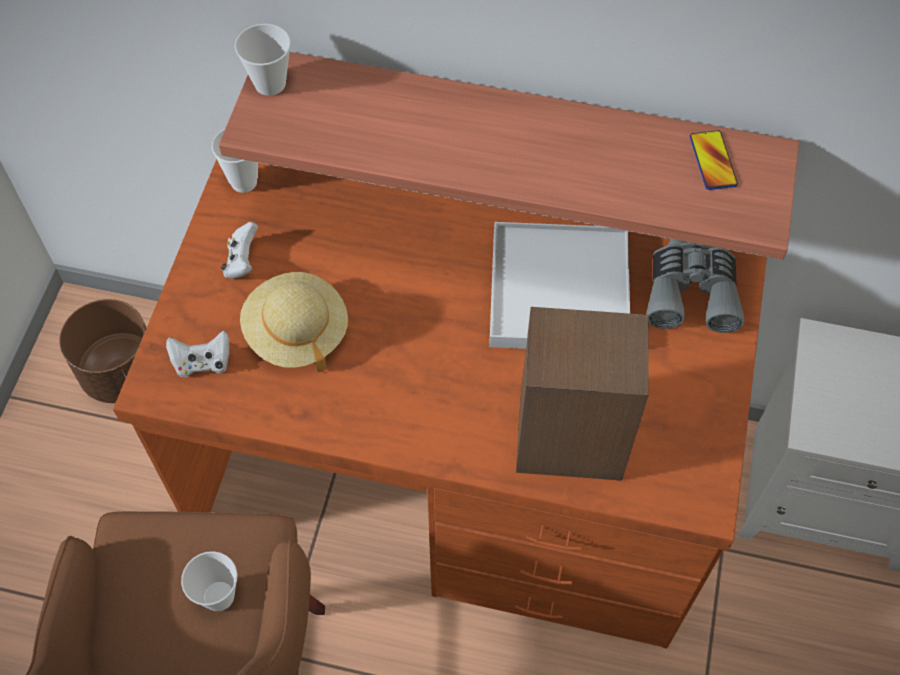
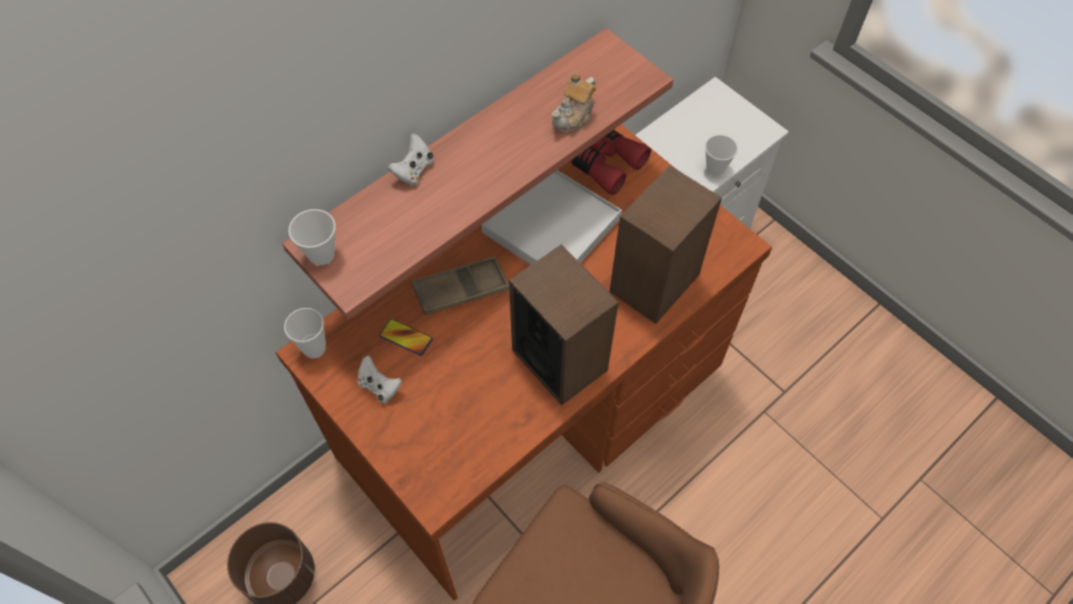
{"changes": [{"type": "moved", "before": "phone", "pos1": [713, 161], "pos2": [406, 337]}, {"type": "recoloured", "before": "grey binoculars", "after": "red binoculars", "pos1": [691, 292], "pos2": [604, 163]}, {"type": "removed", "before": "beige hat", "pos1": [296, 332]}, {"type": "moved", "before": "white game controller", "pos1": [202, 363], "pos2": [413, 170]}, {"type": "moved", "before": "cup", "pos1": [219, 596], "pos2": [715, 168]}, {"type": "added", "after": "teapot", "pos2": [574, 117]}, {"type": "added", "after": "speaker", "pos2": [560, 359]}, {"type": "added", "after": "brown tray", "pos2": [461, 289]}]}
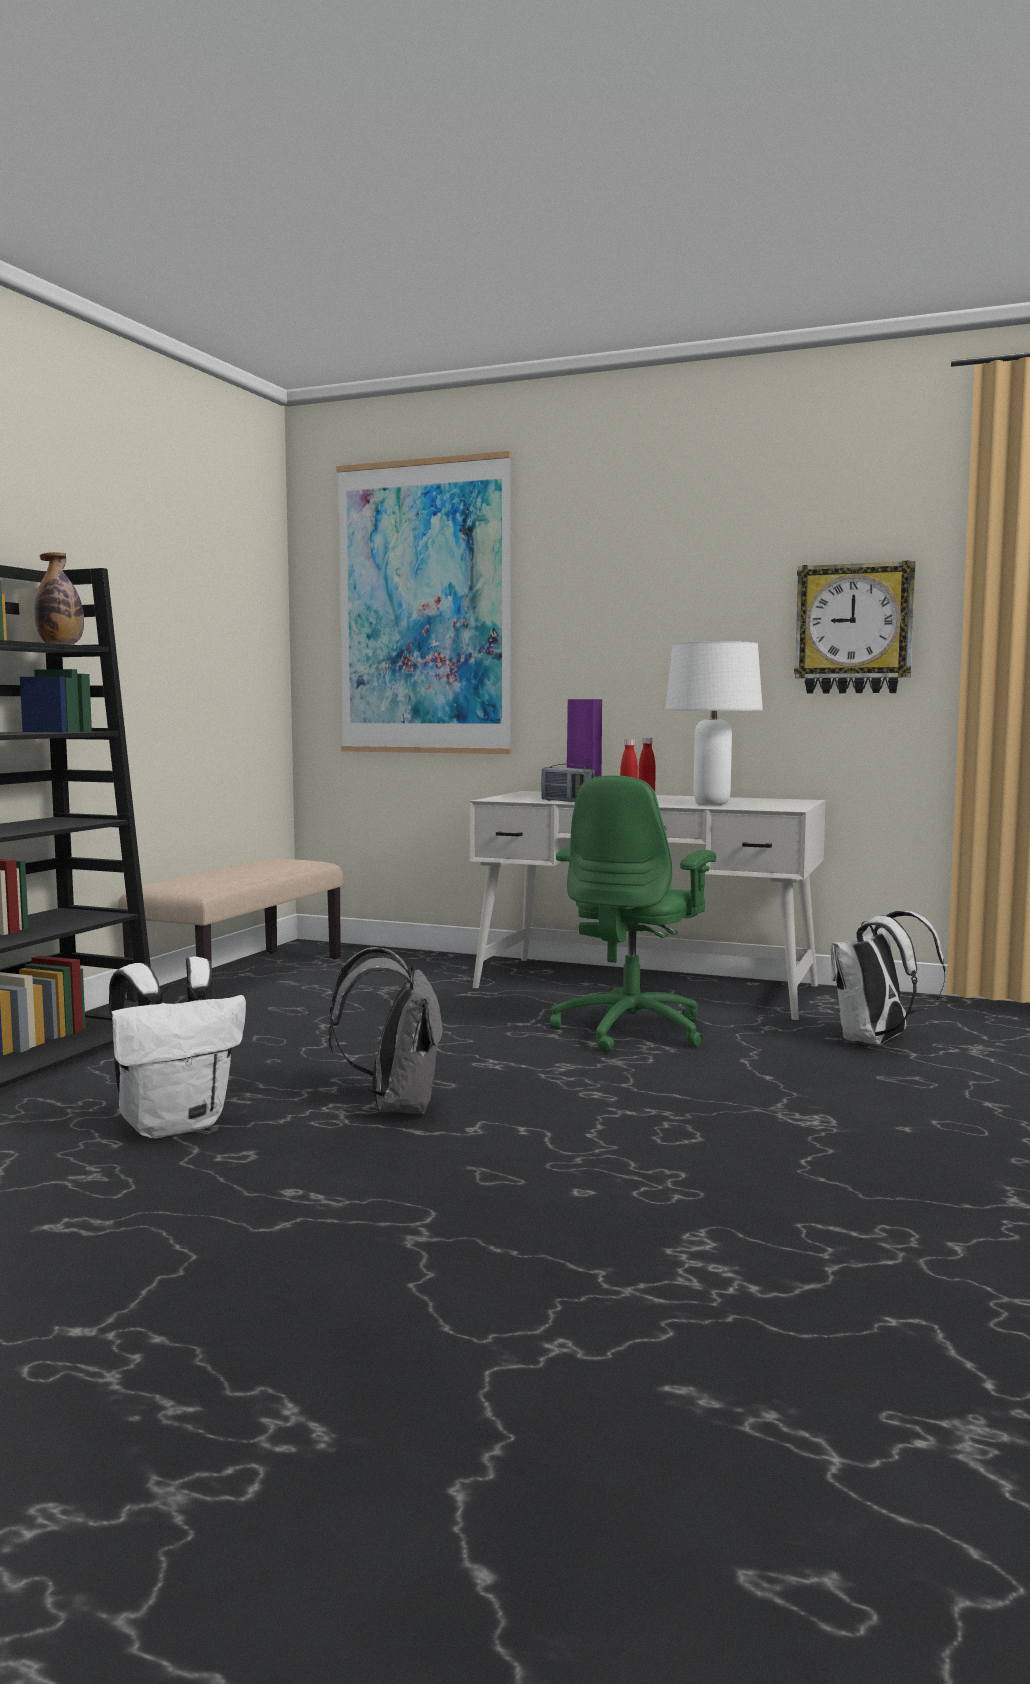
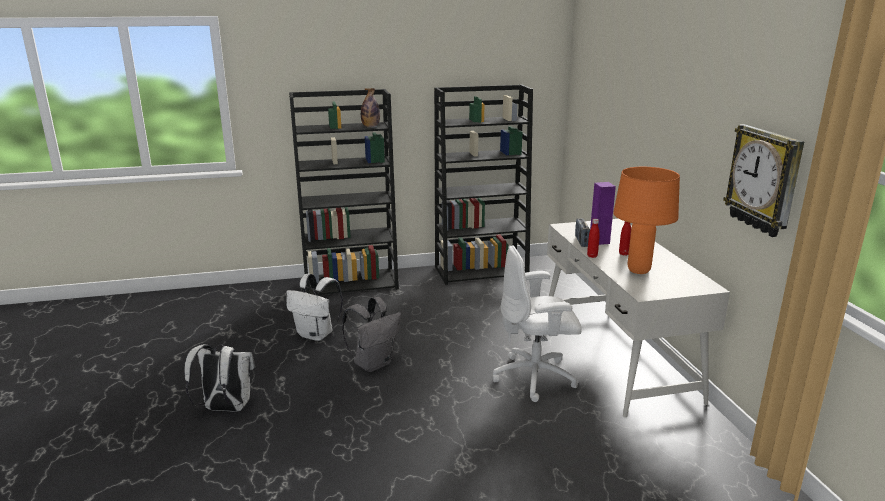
{"changes": [{"type": "removed", "before": "picture", "pos1": [424, 608]}, {"type": "recoloured", "before": "white table lamp", "after": "orange table lamp", "pos1": [711, 803], "pos2": [638, 270]}, {"type": "recoloured", "before": "green office chair", "after": "white office chair", "pos1": [632, 1030], "pos2": [536, 377]}, {"type": "replaced", "before": "beige bench", "after": "black bookcase", "pos1": [241, 978], "pos2": [482, 271]}, {"type": "moved", "before": "white backpack", "pos1": [876, 1041], "pos2": [225, 408]}]}
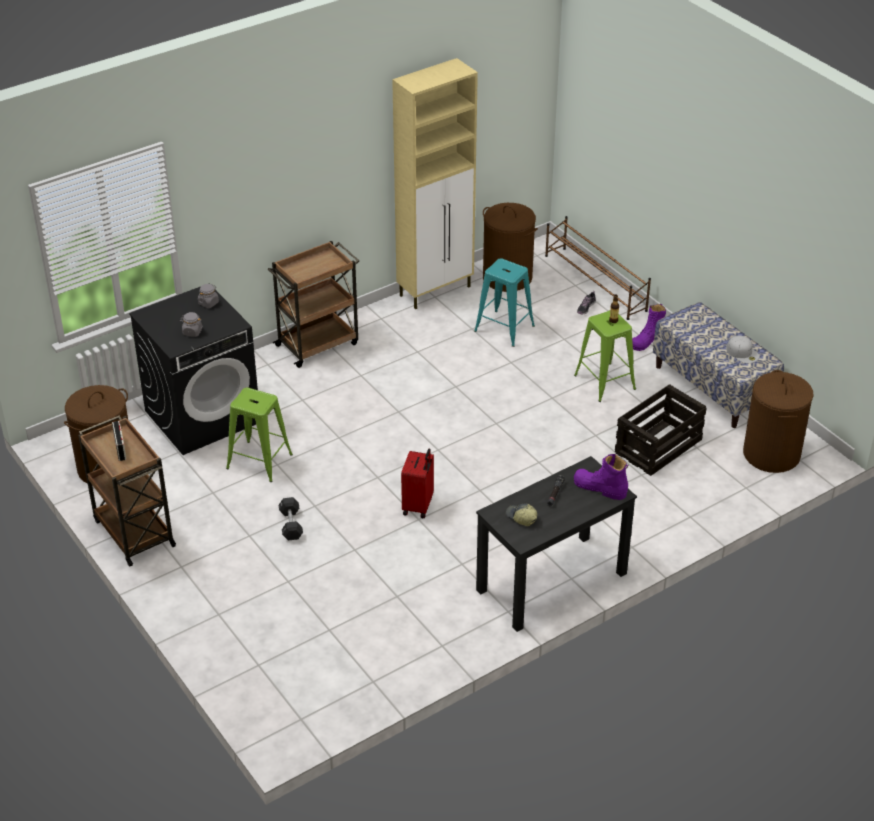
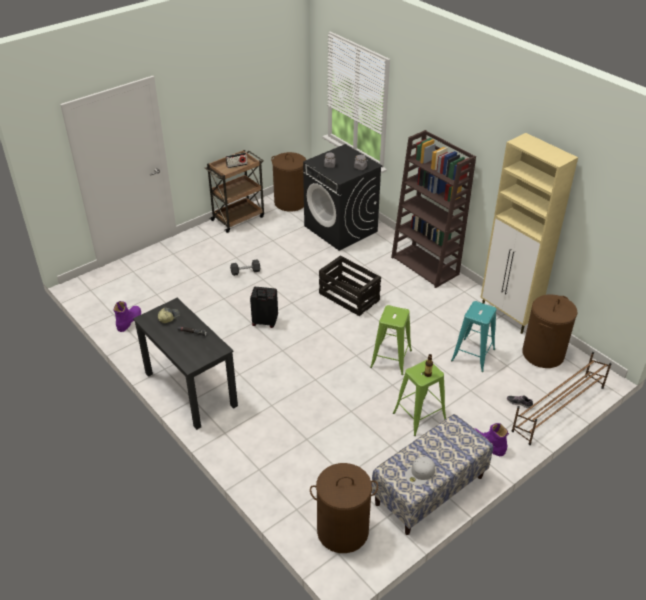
{"changes": [{"type": "replaced", "before": "brown cart", "after": "brown bookcase", "pos1": [318, 344], "pos2": [425, 266]}, {"type": "moved", "before": "crate", "pos1": [658, 446], "pos2": [349, 297]}, {"type": "moved", "before": "green stool", "pos1": [259, 461], "pos2": [391, 358]}, {"type": "recoloured", "before": "red suitcase", "after": "black suitcase", "pos1": [419, 506], "pos2": [264, 322]}, {"type": "moved", "before": "purple boot", "pos1": [600, 488], "pos2": [129, 321]}]}
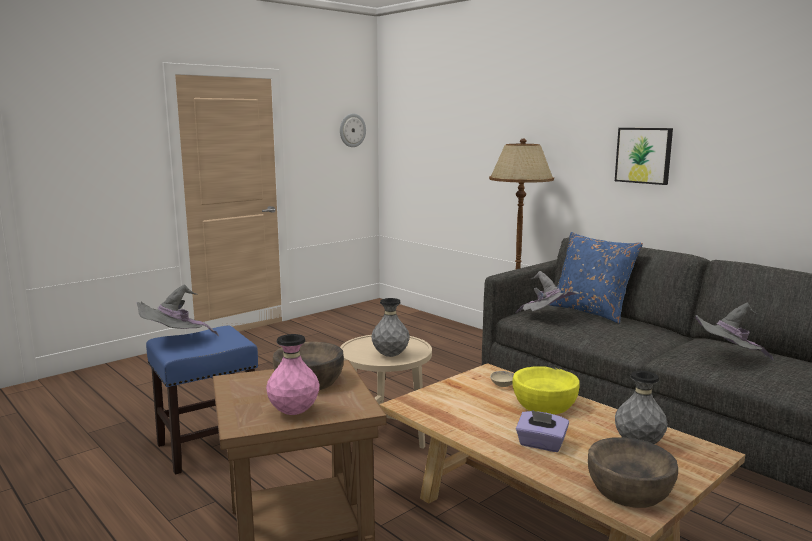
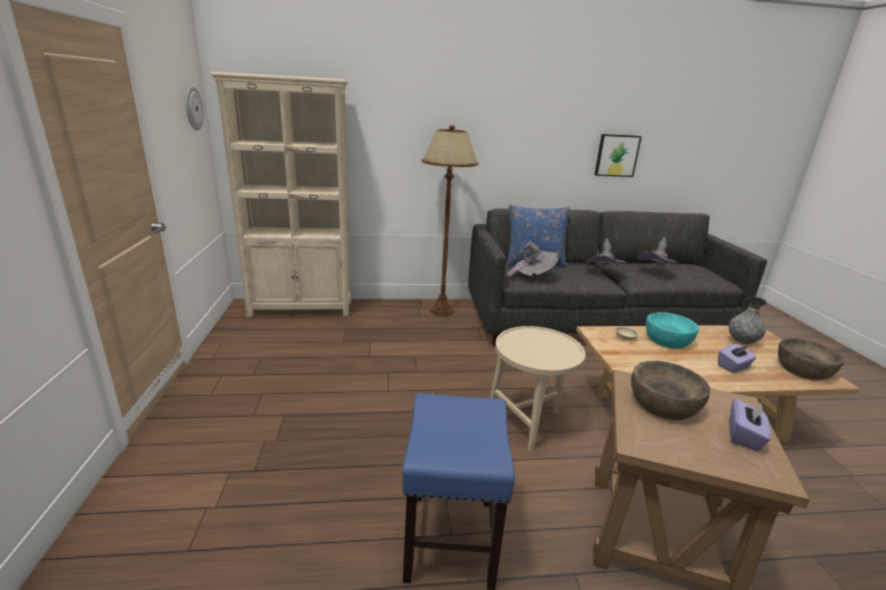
{"changes": [{"type": "moved", "before": "picture", "pos1": [644, 155], "pos2": [616, 155]}, {"type": "moved", "before": "grey hat", "pos1": [174, 340], "pos2": [601, 274]}, {"type": "removed", "before": "grey vase", "pos1": [390, 355]}, {"type": "replaced", "before": "pink vase", "after": "purple tissue box", "pos1": [294, 412], "pos2": [744, 436]}, {"type": "recoloured", "before": "yellow bowl", "after": "turquoise bowl", "pos1": [544, 404], "pos2": [667, 340]}, {"type": "added", "after": "beige bookcase", "pos2": [302, 309]}]}
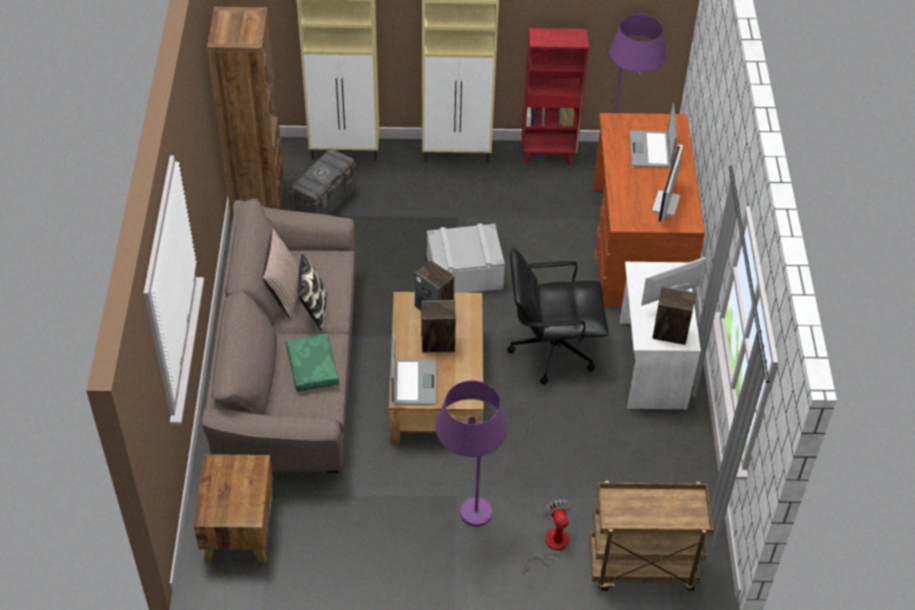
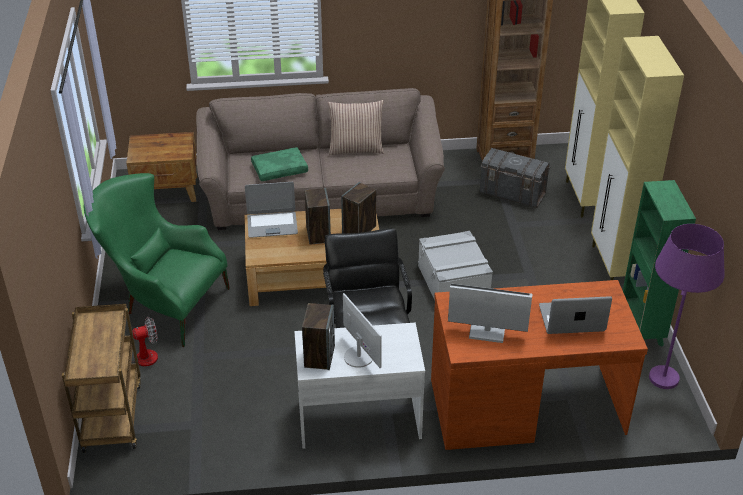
{"changes": [{"type": "recoloured", "before": "red bookcase", "after": "green bookcase", "pos1": [548, 155], "pos2": [640, 330]}, {"type": "removed", "before": "pillow", "pos1": [313, 309]}, {"type": "replaced", "before": "purple floor lamp", "after": "green armchair", "pos1": [467, 526], "pos2": [163, 303]}]}
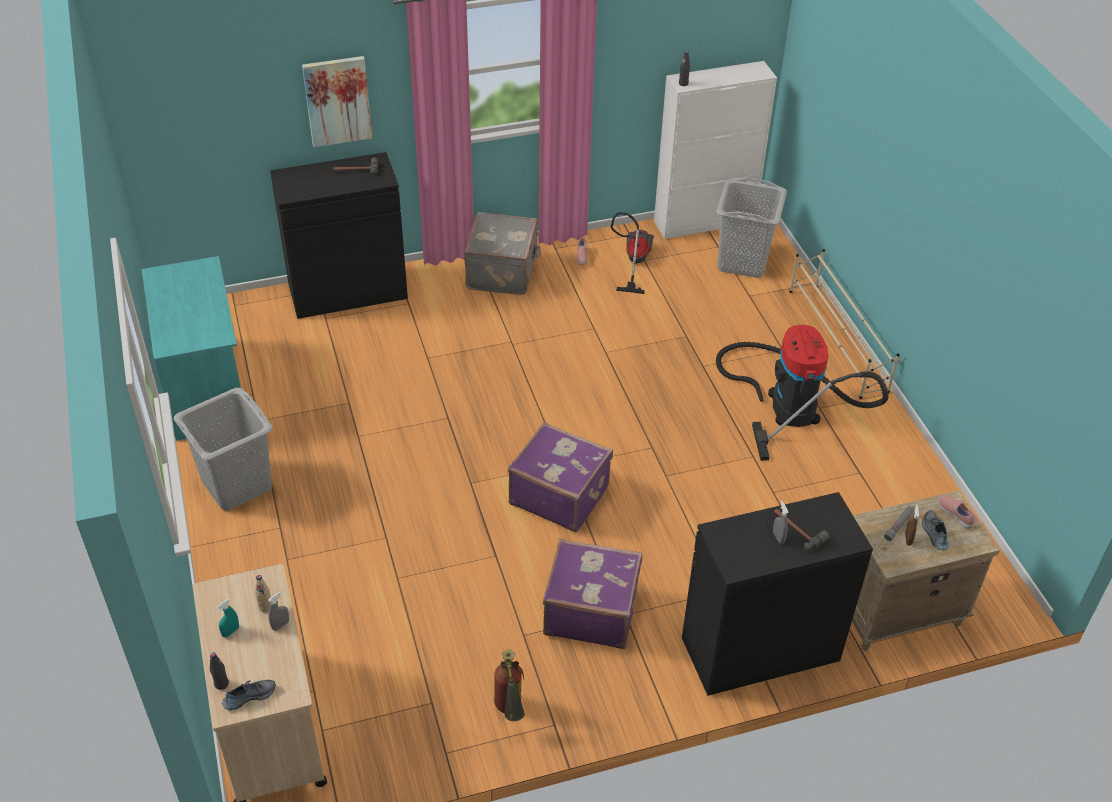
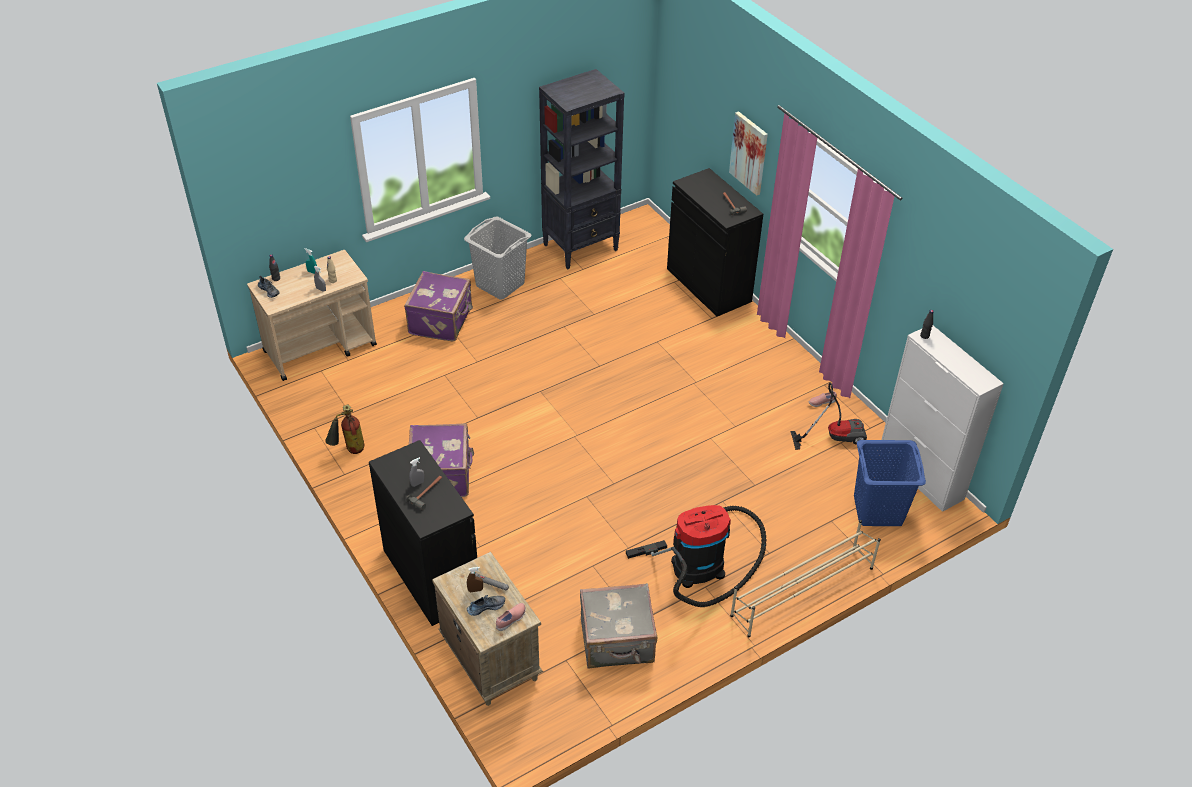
{"changes": [{"type": "recoloured", "before": "grey laundry basket", "after": "blue laundry basket", "pos1": [743, 261], "pos2": [878, 510]}, {"type": "moved", "before": "grey suitcase", "pos1": [503, 272], "pos2": [617, 642]}, {"type": "replaced", "before": "turquoise desk", "after": "black bookcase", "pos1": [206, 386], "pos2": [581, 247]}, {"type": "moved", "before": "purple suitcase", "pos1": [559, 495], "pos2": [442, 321]}]}
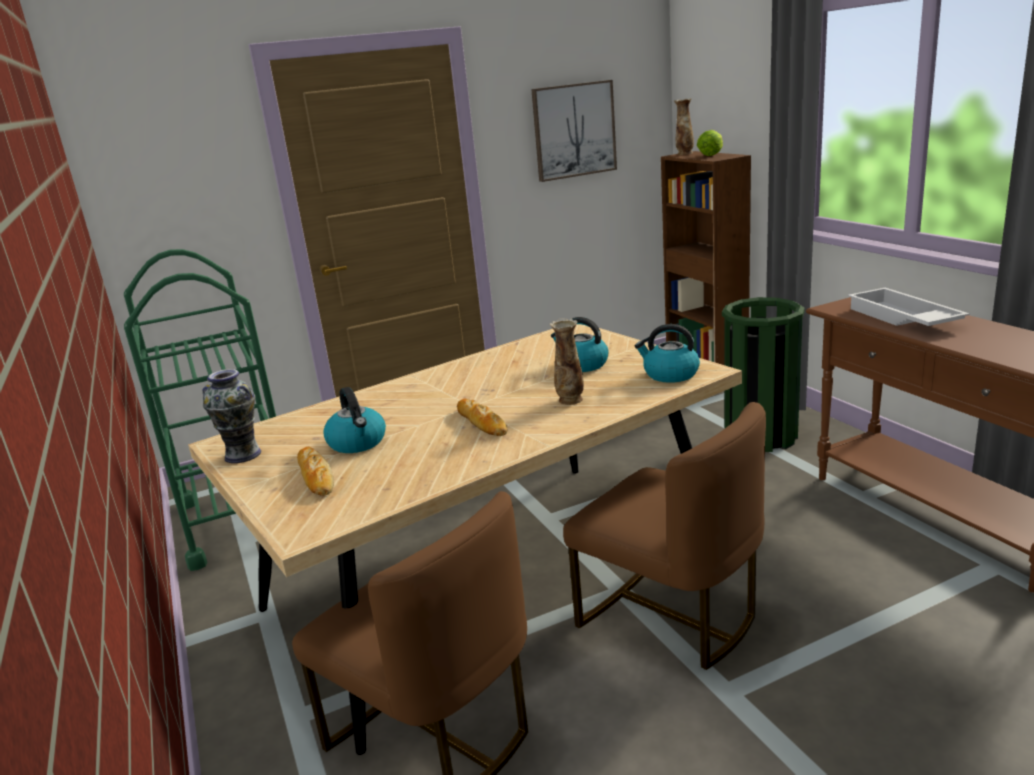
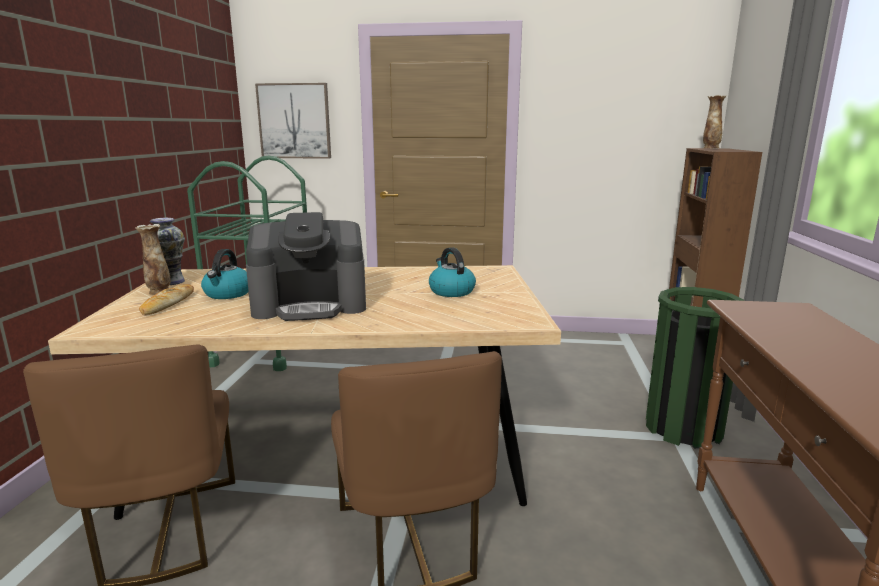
{"changes": [{"type": "moved", "before": "picture", "pos1": [574, 130], "pos2": [294, 121]}, {"type": "removed", "before": "lettuce", "pos1": [712, 154]}, {"type": "removed", "before": "white tray", "pos1": [901, 318]}, {"type": "moved", "before": "vase", "pos1": [570, 400], "pos2": [159, 292]}, {"type": "removed", "before": "kettle", "pos1": [670, 374]}, {"type": "replaced", "before": "bread", "after": "coffee machine", "pos1": [482, 422], "pos2": [311, 305]}]}
